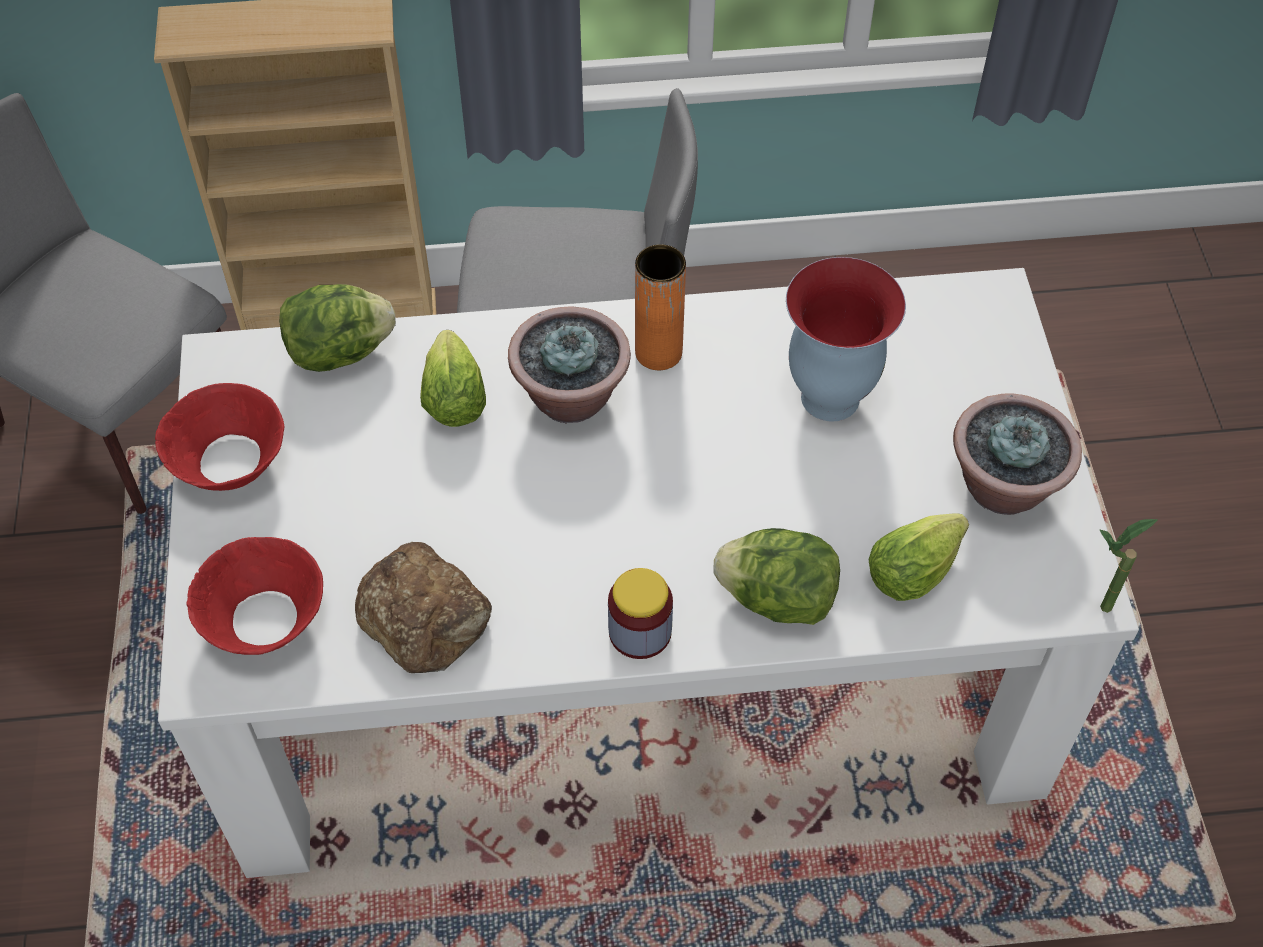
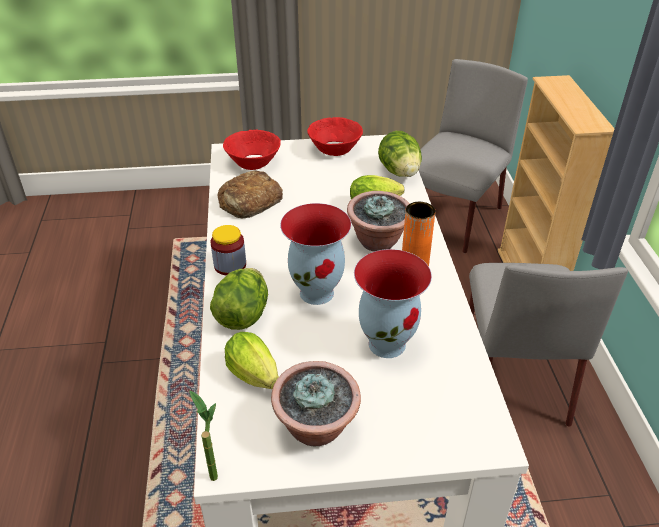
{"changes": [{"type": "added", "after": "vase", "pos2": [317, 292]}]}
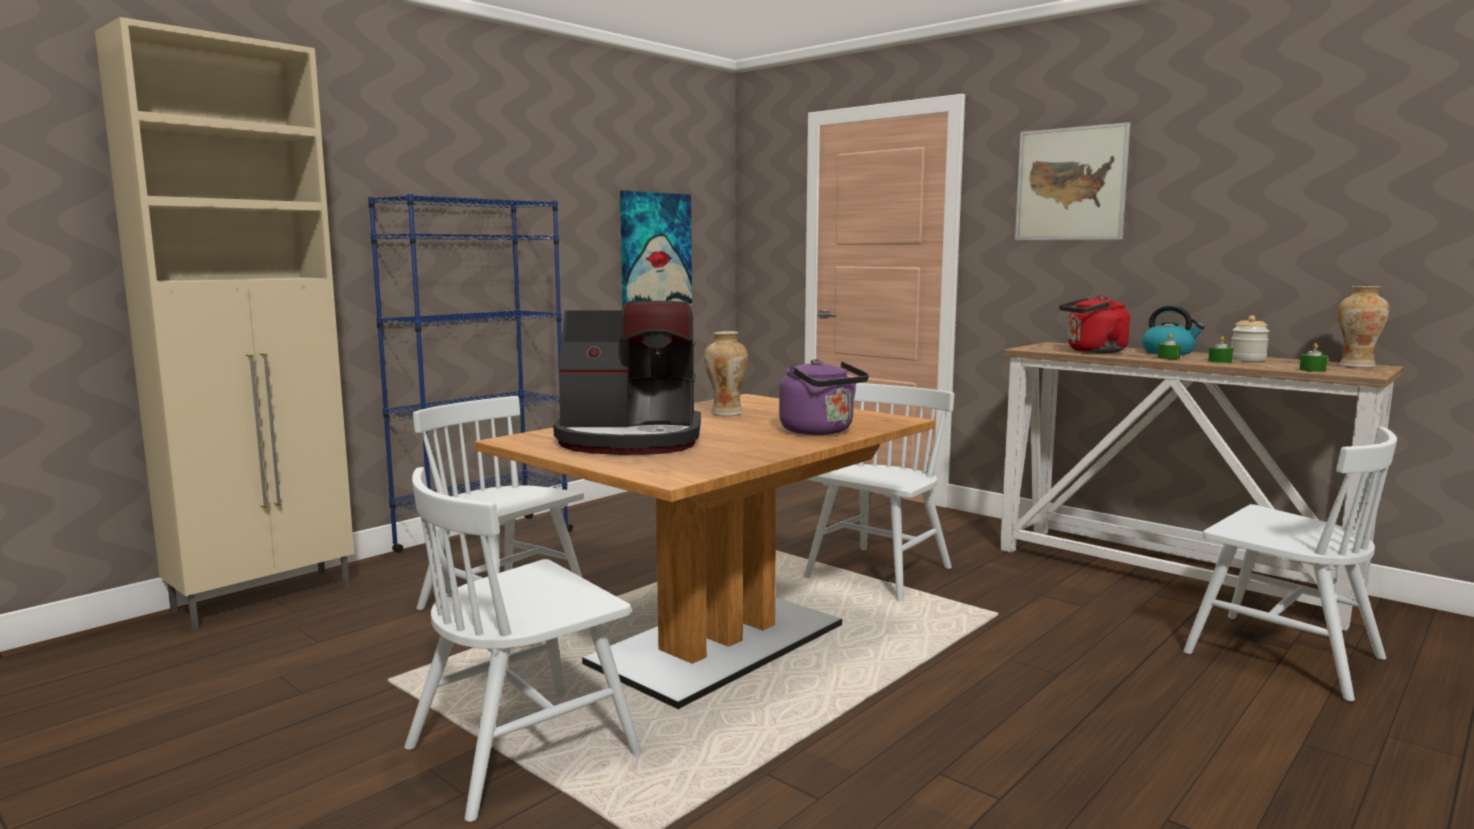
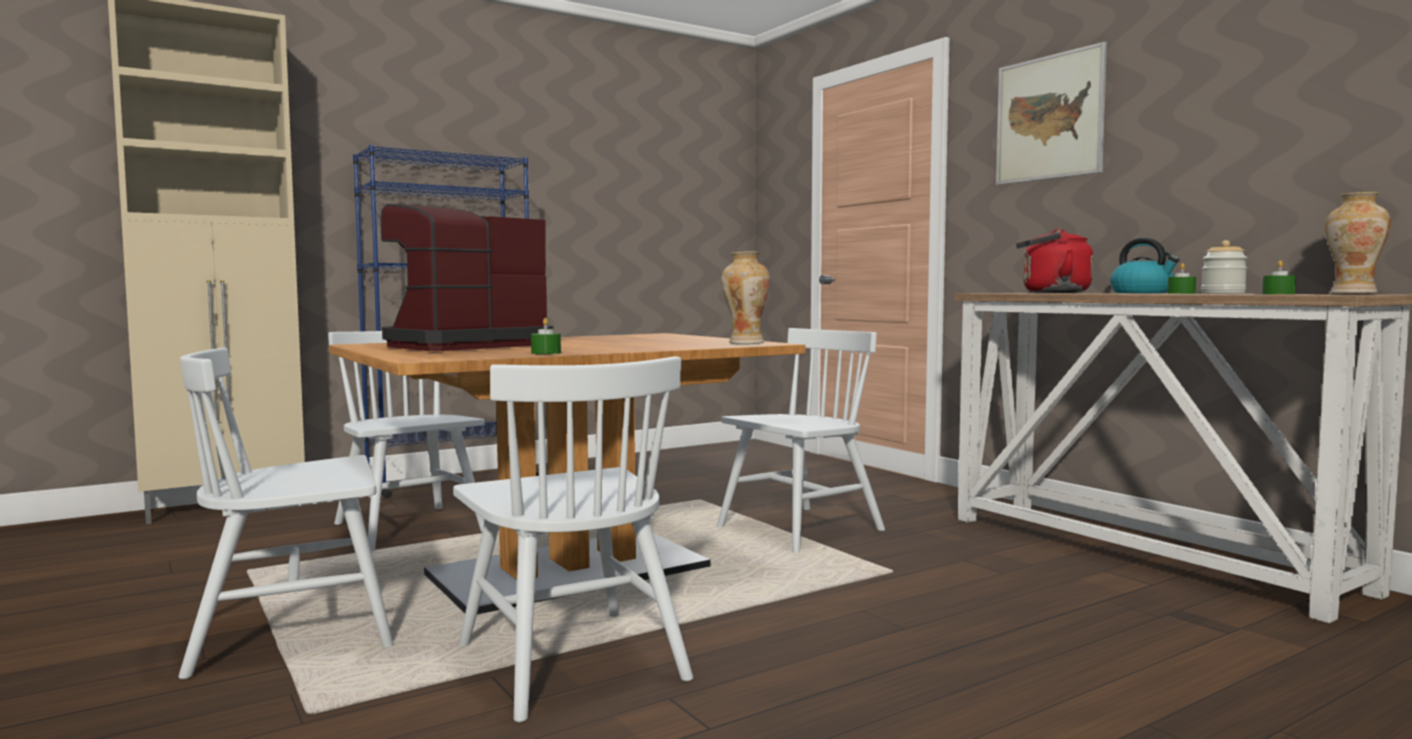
{"changes": [{"type": "removed", "before": "picture", "pos1": [655, 250]}, {"type": "turned", "before": "coffee machine", "pos1": [630, 440], "pos2": [462, 346], "turn": 120}, {"type": "moved", "before": "vase", "pos1": [725, 413], "pos2": [745, 343]}, {"type": "moved", "before": "green candle", "pos1": [1168, 358], "pos2": [546, 353]}, {"type": "removed", "before": "purple kettle", "pos1": [820, 431]}, {"type": "moved", "before": "white chair", "pos1": [1282, 655], "pos2": [571, 661]}]}
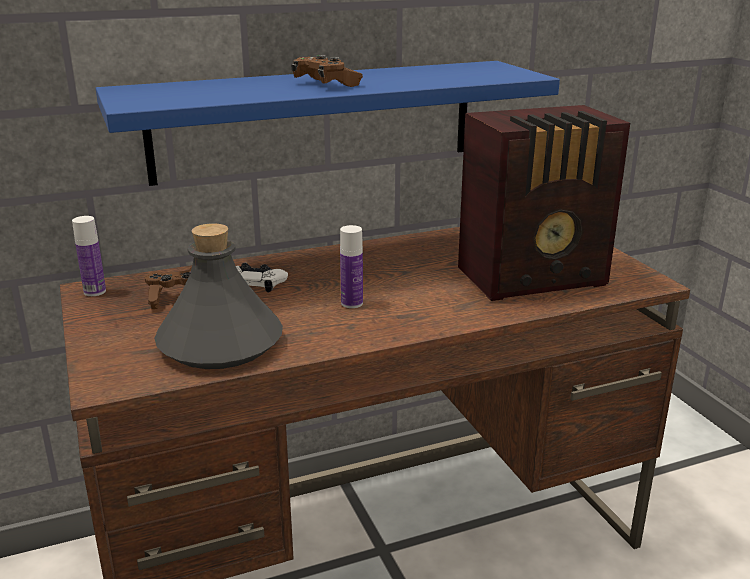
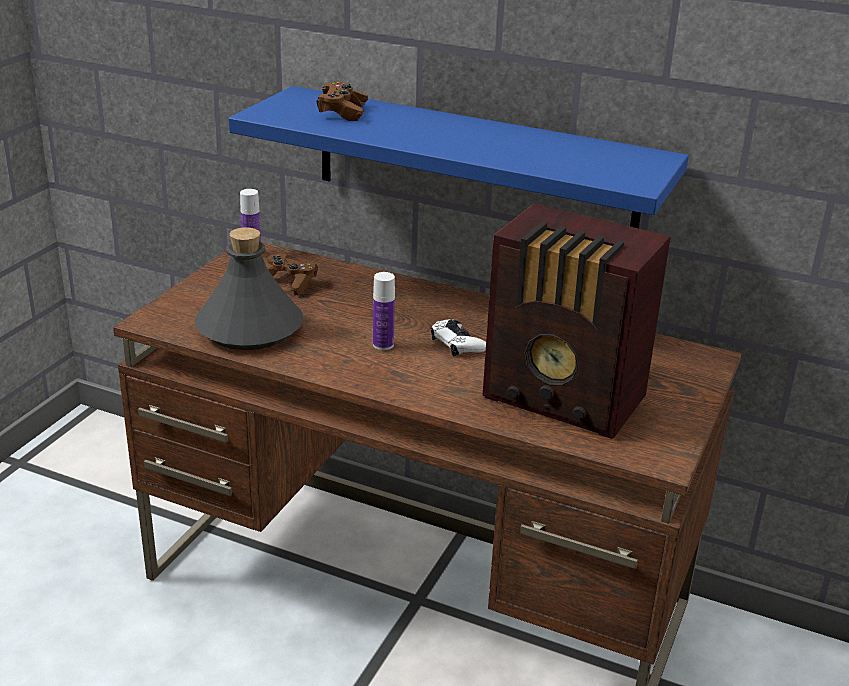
{"changes": [{"type": "moved", "before": "brown game controller", "pos1": [326, 84], "pos2": [342, 112]}, {"type": "moved", "before": "white game controller", "pos1": [256, 283], "pos2": [457, 343]}]}
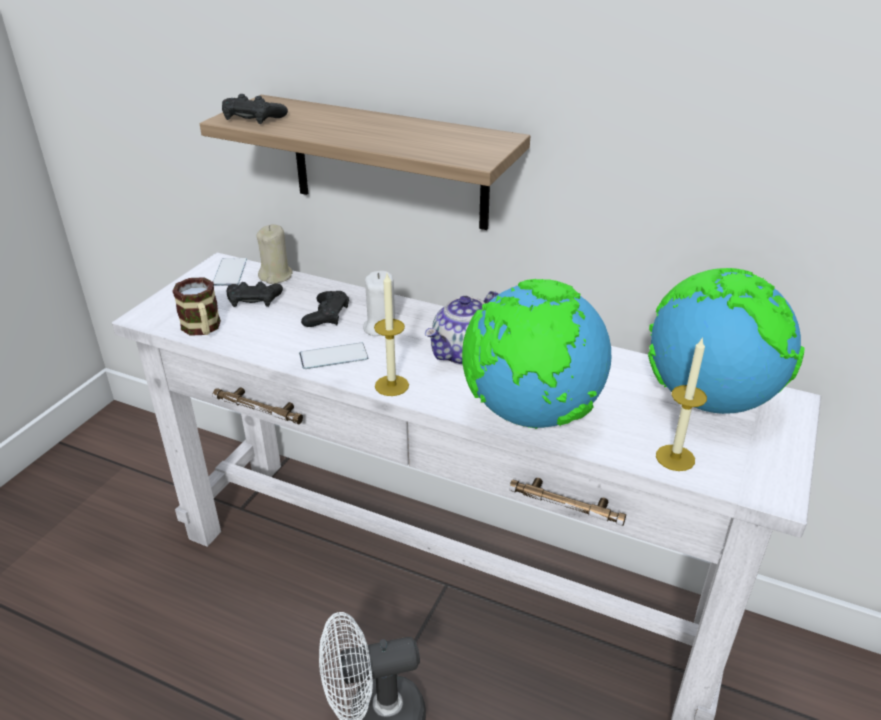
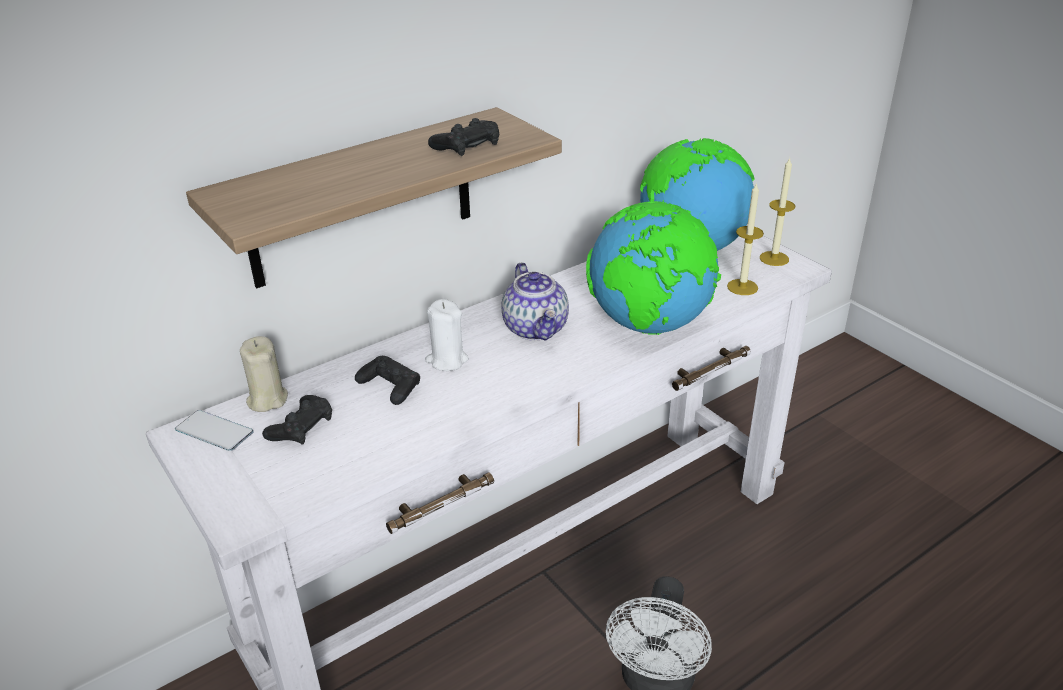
{"changes": [{"type": "moved", "before": "black game controller", "pos1": [253, 118], "pos2": [467, 146]}, {"type": "moved", "before": "candle", "pos1": [391, 385], "pos2": [774, 258]}, {"type": "removed", "before": "mug", "pos1": [203, 329]}, {"type": "removed", "before": "phone", "pos1": [333, 356]}]}
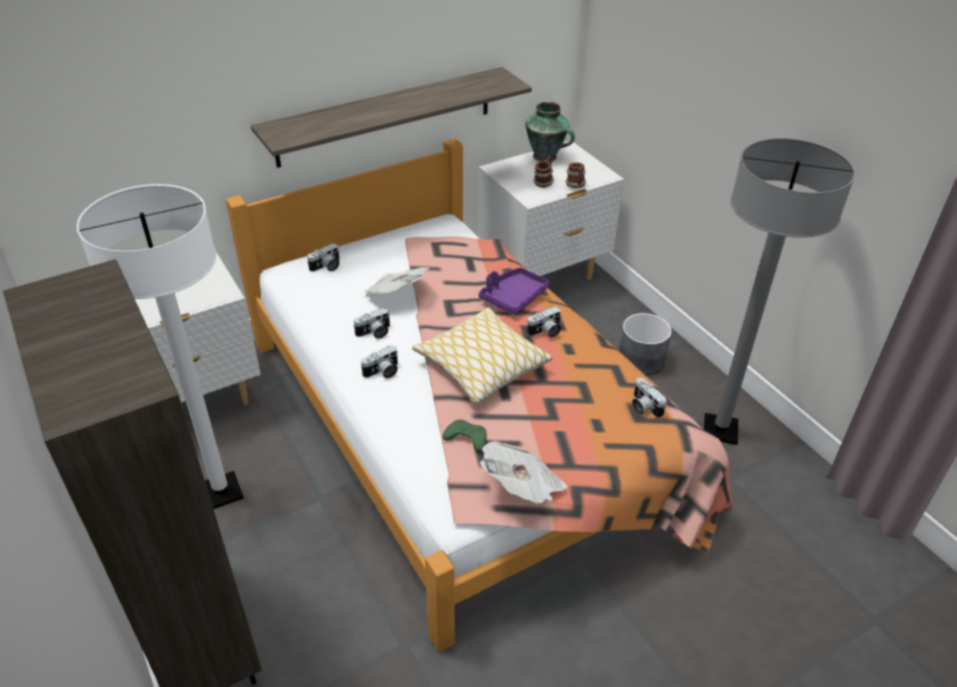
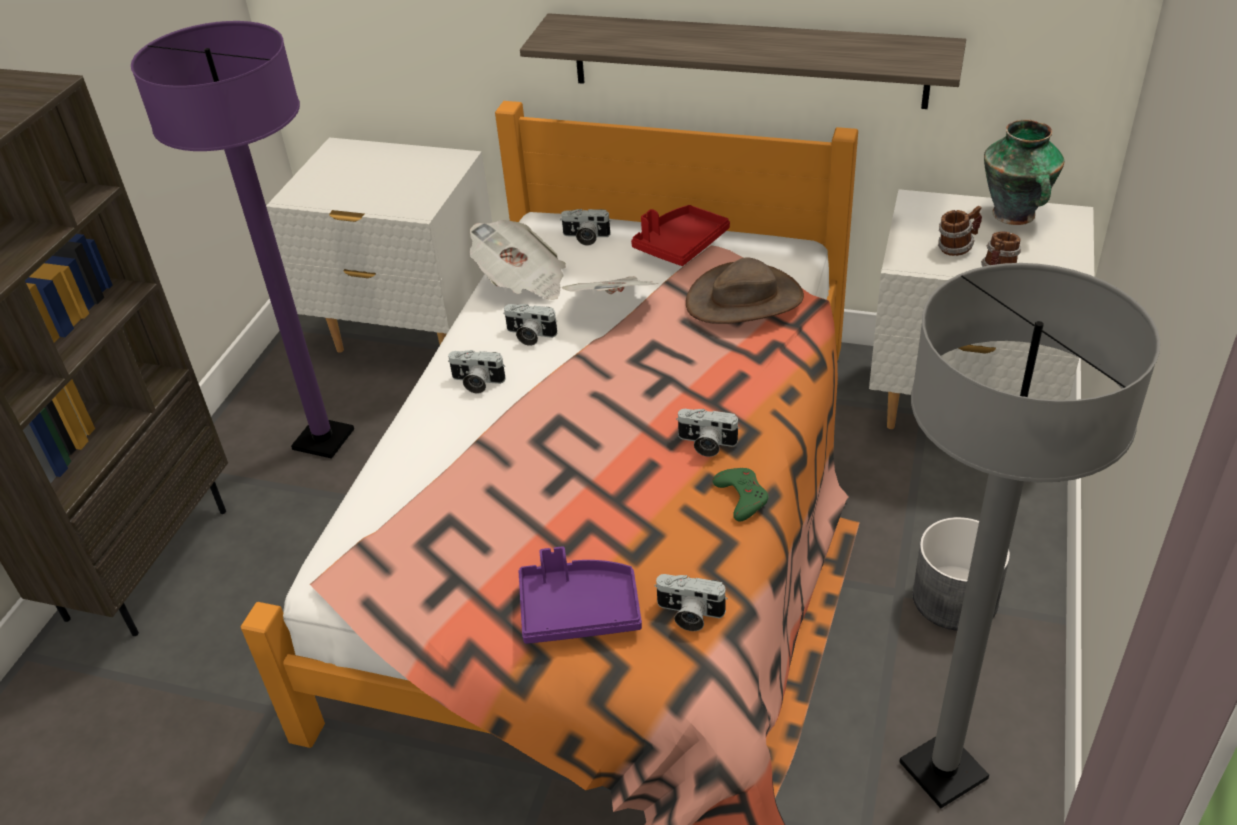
{"changes": [{"type": "recoloured", "before": "white floor lamp", "after": "purple floor lamp", "pos1": [221, 492], "pos2": [323, 440]}, {"type": "moved", "before": "purple tray", "pos1": [513, 297], "pos2": [579, 610]}, {"type": "removed", "before": "pillow", "pos1": [481, 365]}, {"type": "turned", "before": "photo camera", "pos1": [643, 407], "pos2": [689, 614], "turn": -90}, {"type": "moved", "before": "green game controller", "pos1": [466, 438], "pos2": [741, 497]}, {"type": "moved", "before": "newspaper", "pos1": [523, 487], "pos2": [522, 281]}, {"type": "added", "after": "red tray", "pos2": [680, 245]}, {"type": "added", "after": "brown hat", "pos2": [744, 299]}]}
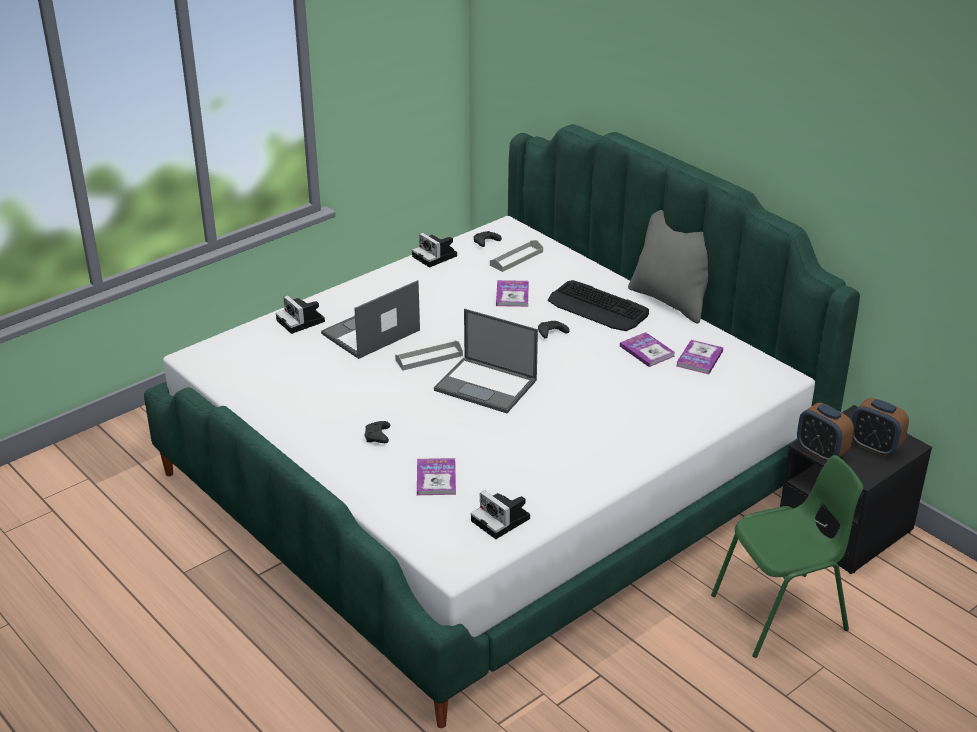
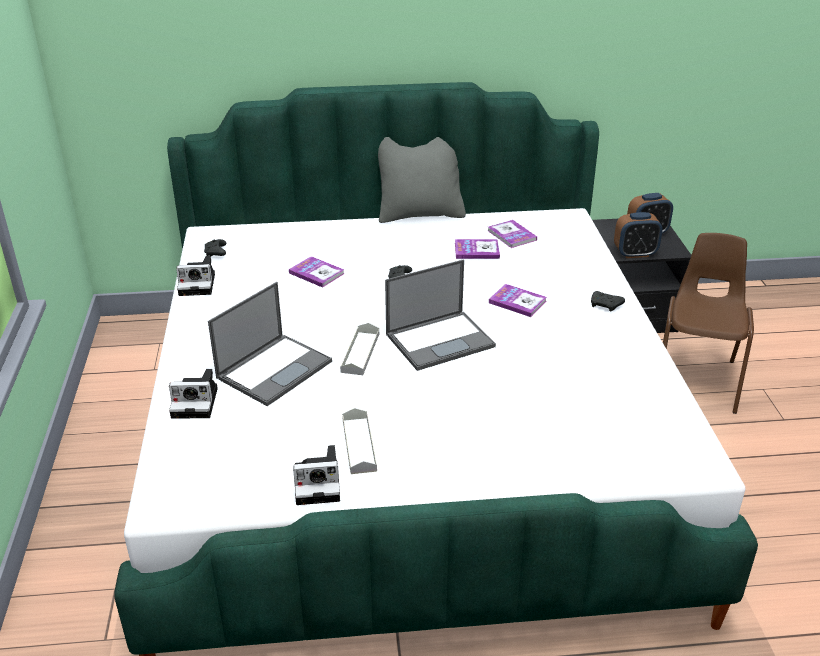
{"changes": [{"type": "moved", "before": "grey tray", "pos1": [516, 258], "pos2": [359, 444]}, {"type": "turned", "before": "laptop", "pos1": [370, 333], "pos2": [275, 369], "turn": -135}, {"type": "removed", "before": "keyboard", "pos1": [598, 307]}, {"type": "moved", "before": "black game controller", "pos1": [378, 437], "pos2": [606, 306]}, {"type": "recoloured", "before": "green chair", "after": "brown chair", "pos1": [781, 614], "pos2": [696, 380]}, {"type": "moved", "before": "book", "pos1": [436, 478], "pos2": [517, 302]}, {"type": "moved", "before": "photo camera", "pos1": [502, 520], "pos2": [319, 483]}]}
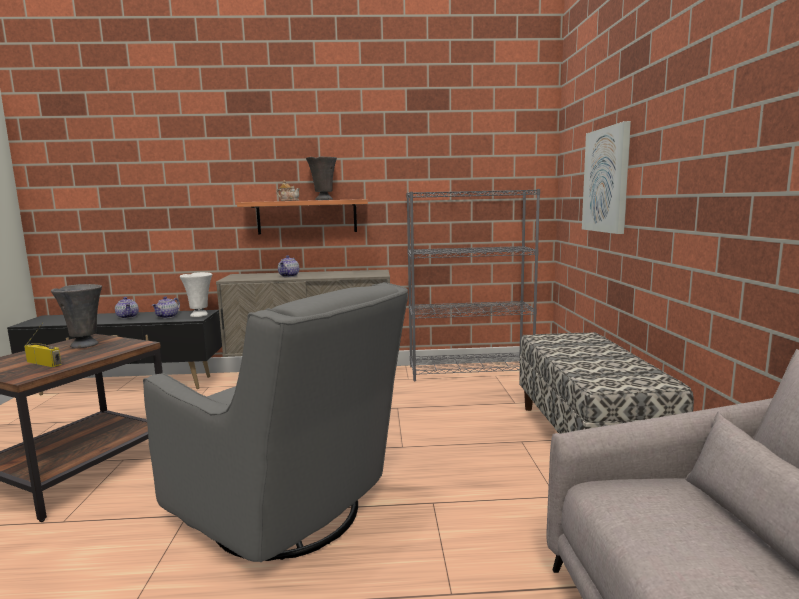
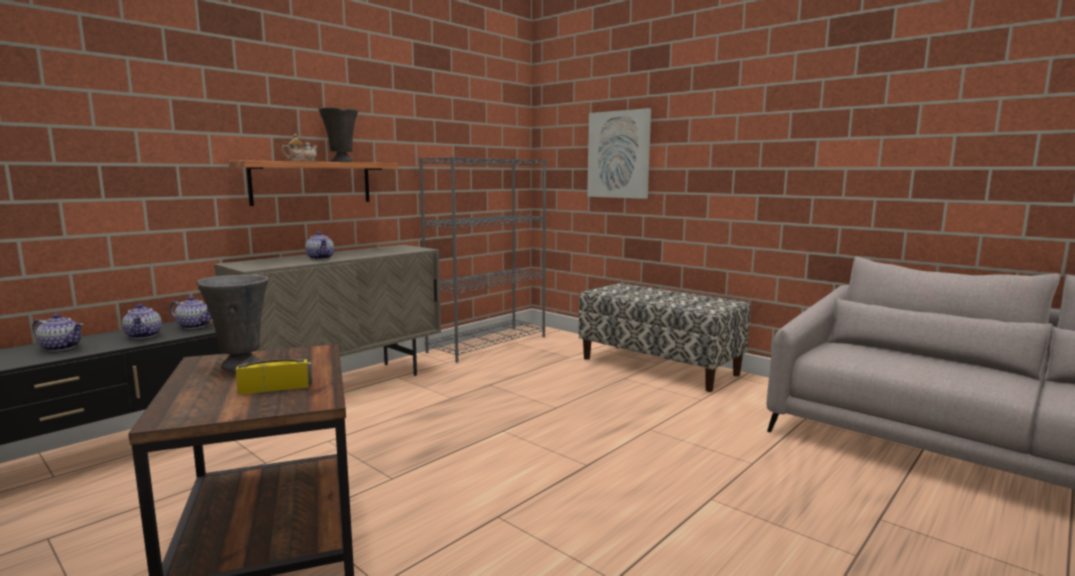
{"changes": [{"type": "replaced", "before": "white vase", "after": "teapot", "pos1": [200, 315], "pos2": [195, 326]}, {"type": "removed", "before": "grey armchair", "pos1": [291, 515]}]}
